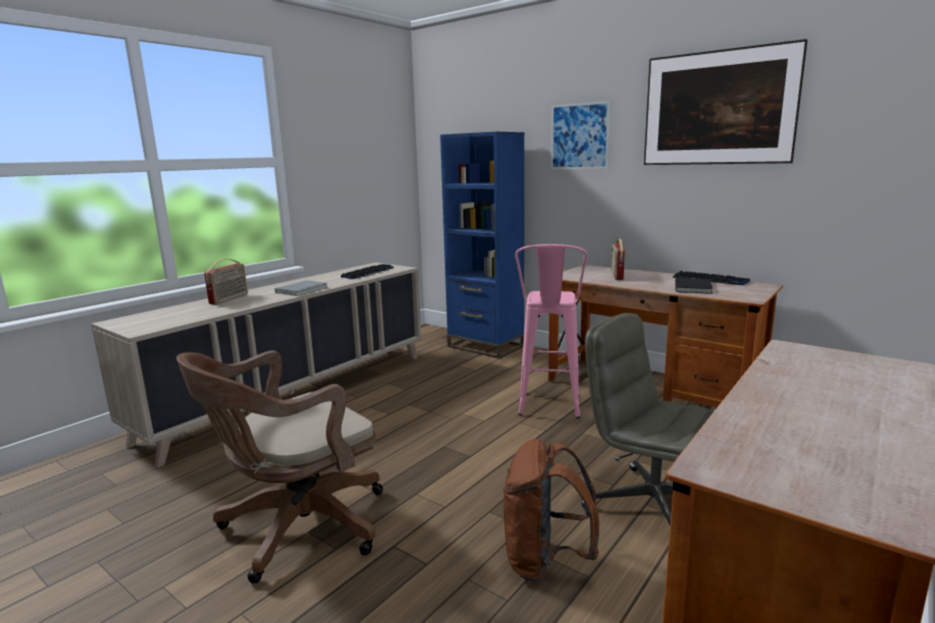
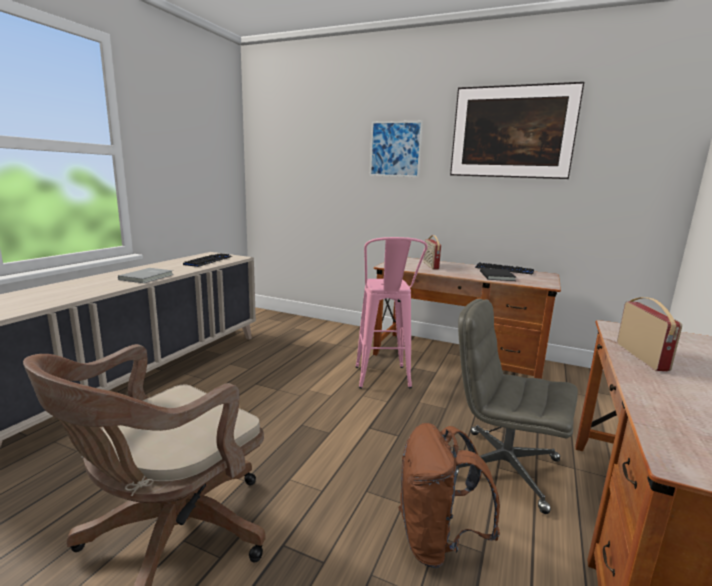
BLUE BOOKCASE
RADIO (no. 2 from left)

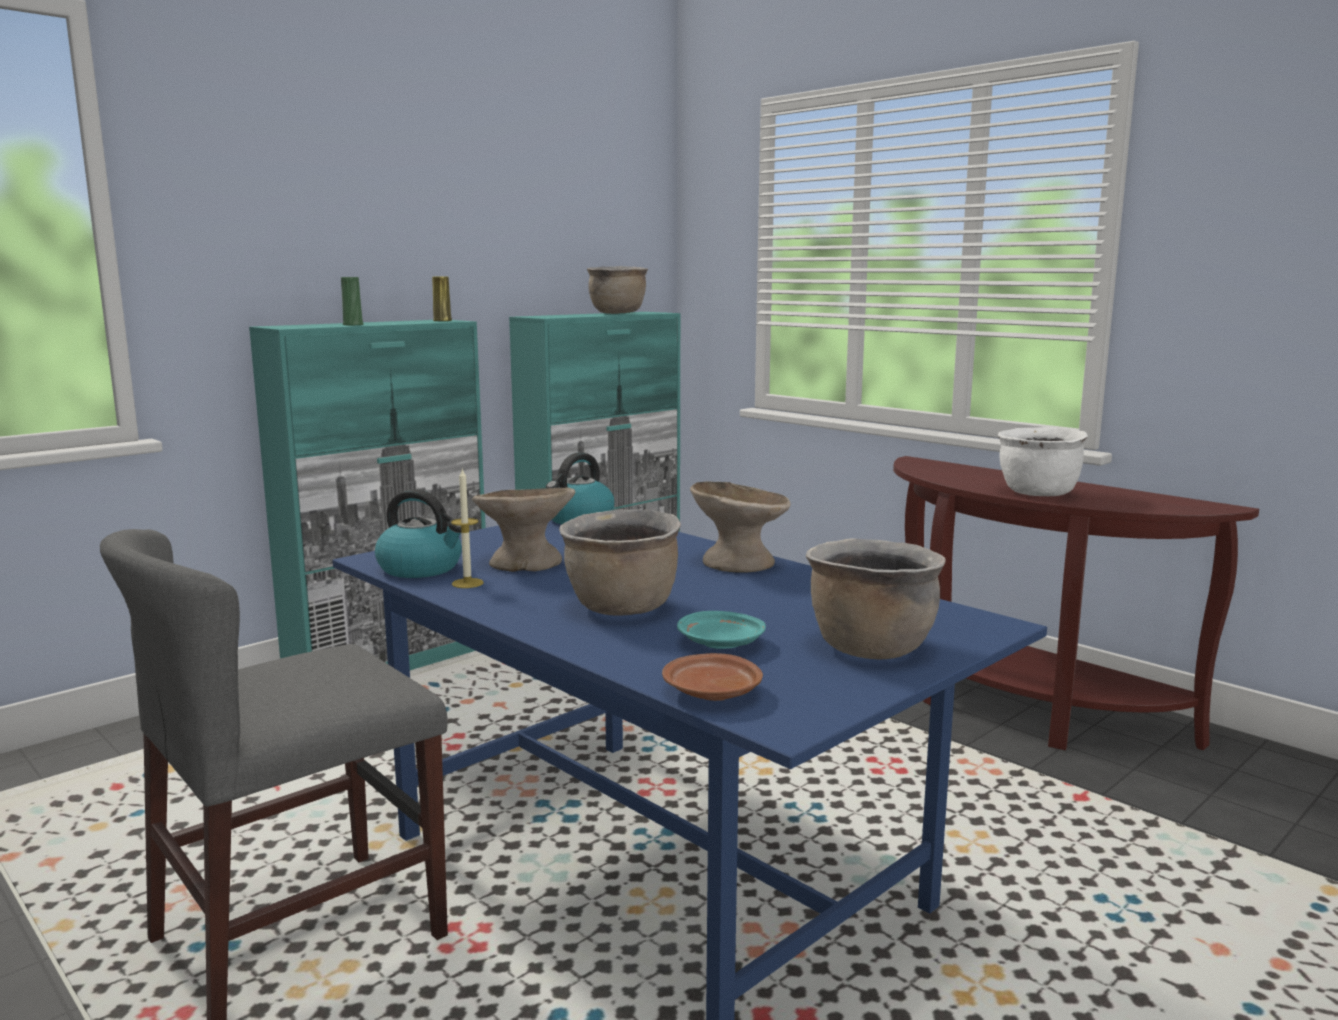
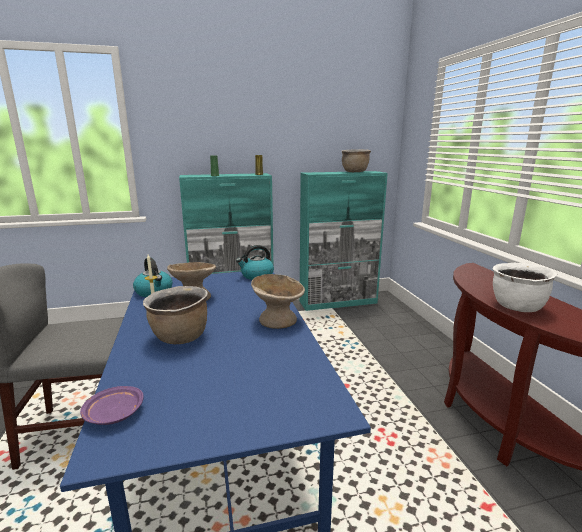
TURQUOISE PLATE
BROWN COOKING POT (no. 3 from left in the first image)
PURPLE PLATE

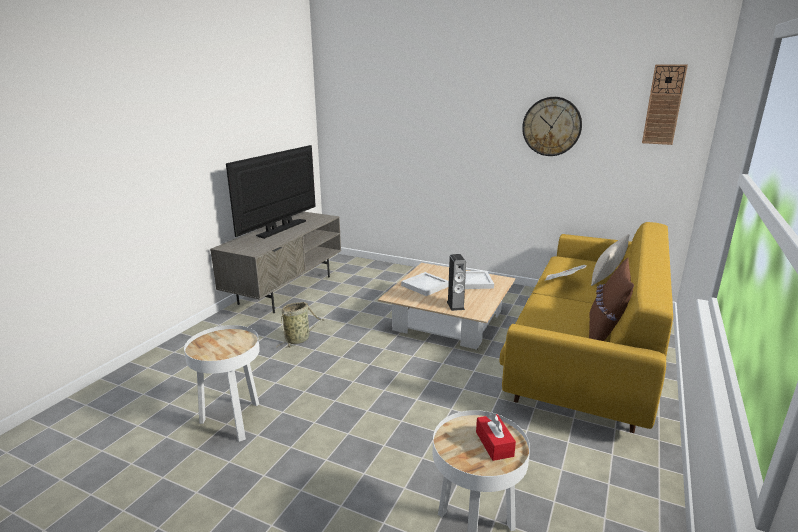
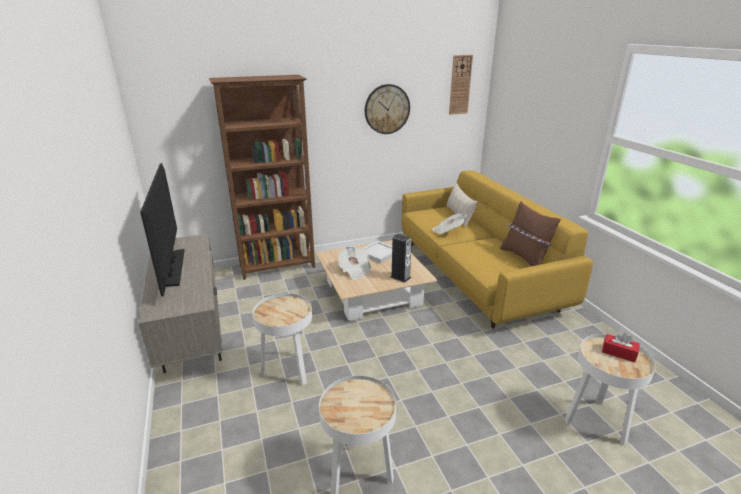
BROWN BOOKCASE
WHITE SIDE TABLE (no. 1 from left)
NEWSPAPER (no. 1 from left)

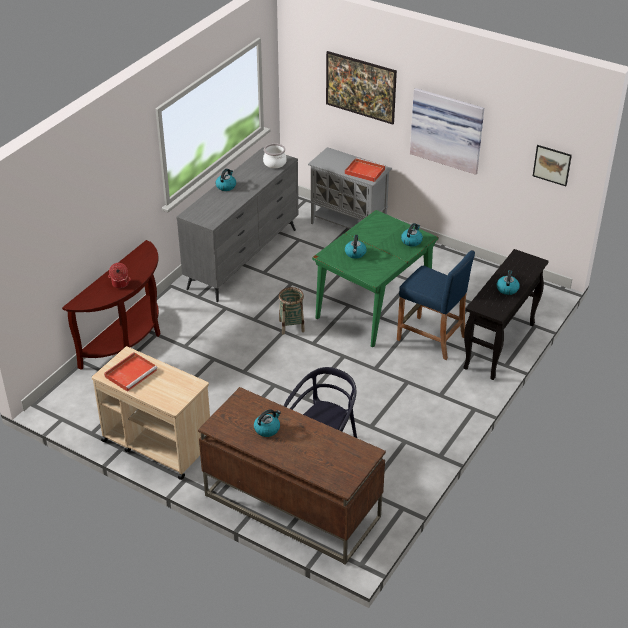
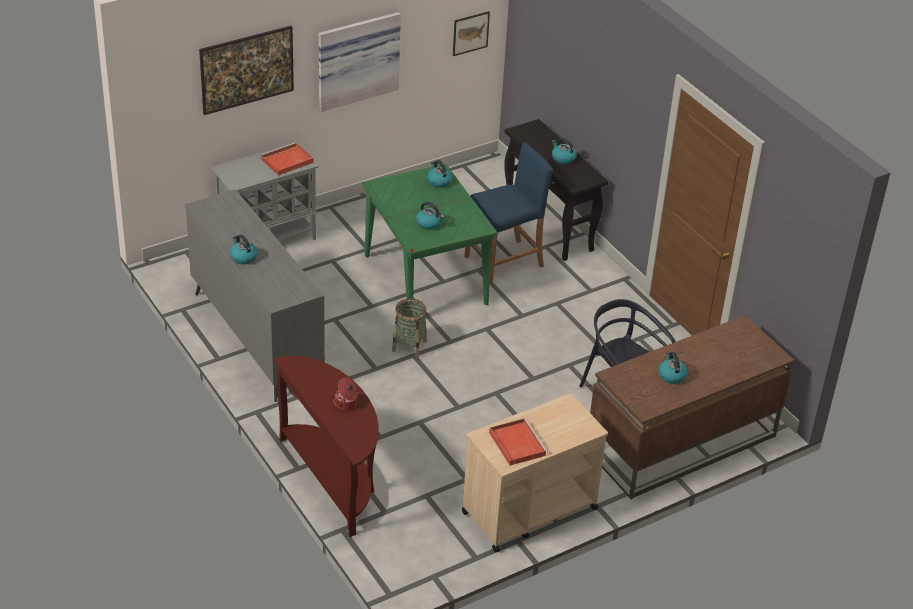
COOKING POT (no. 2 from left in the first image)

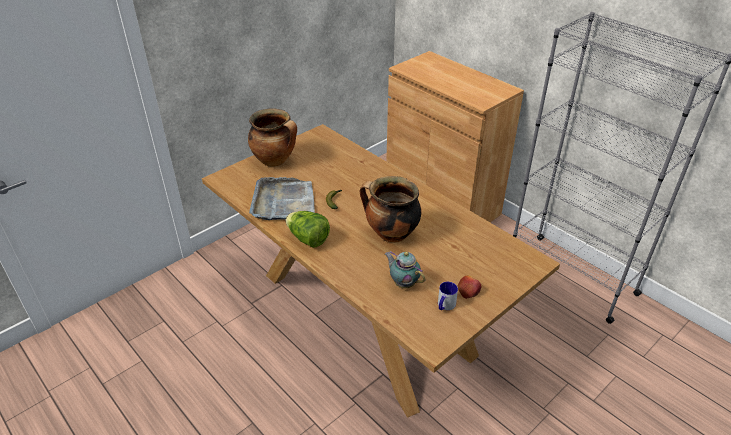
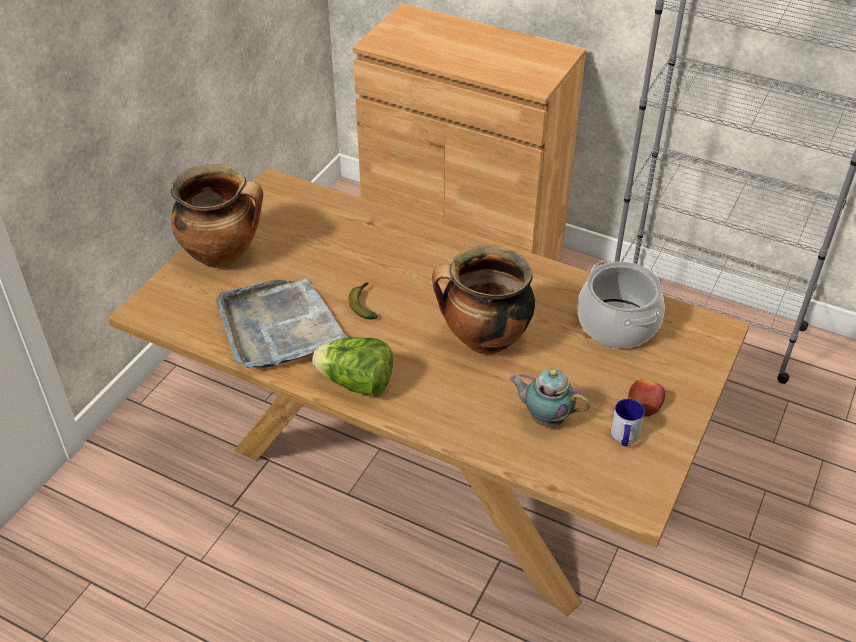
COOKING POT (no. 3 from left)

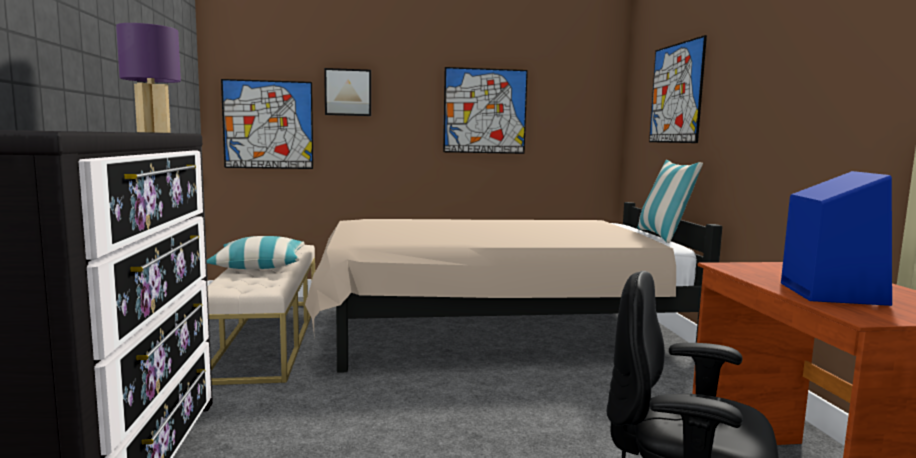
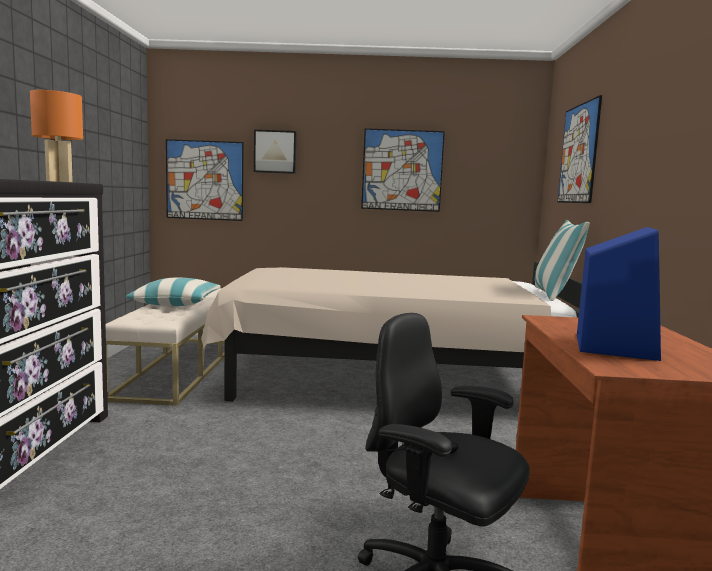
ORANGE TABLE LAMP

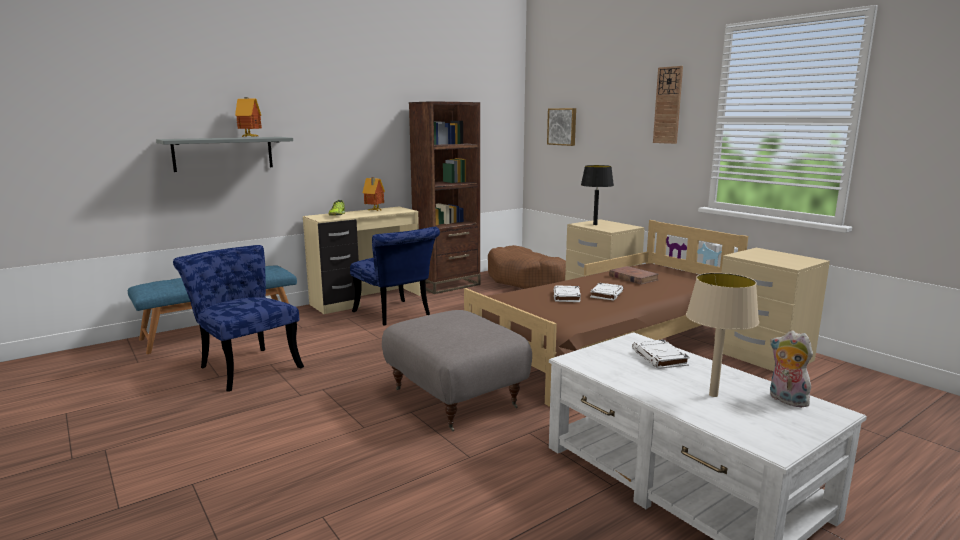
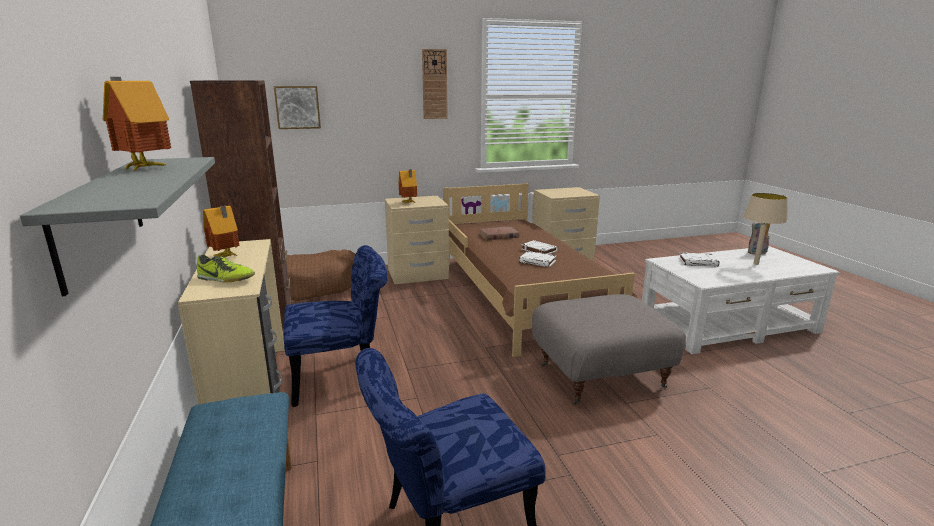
TOY HOUSE (no. 3 from left)

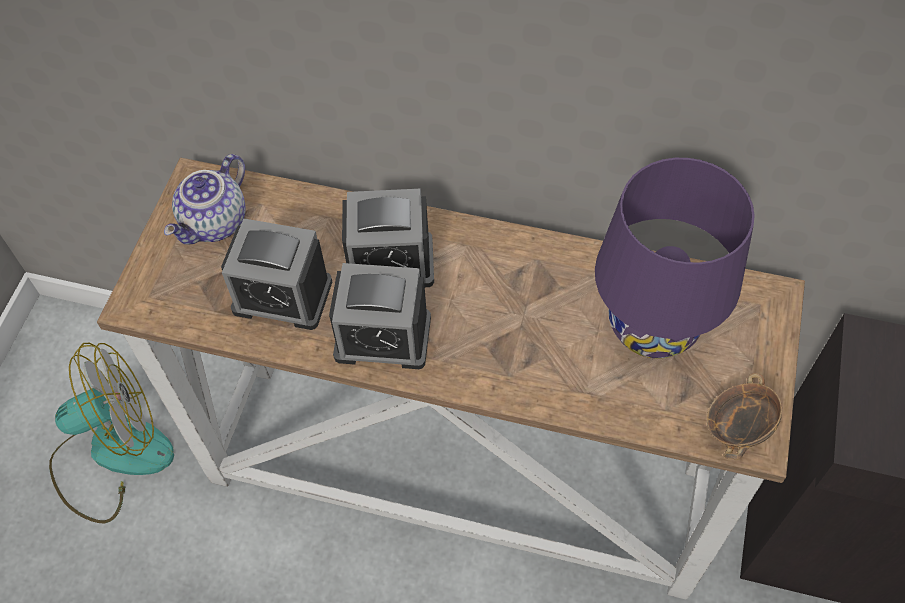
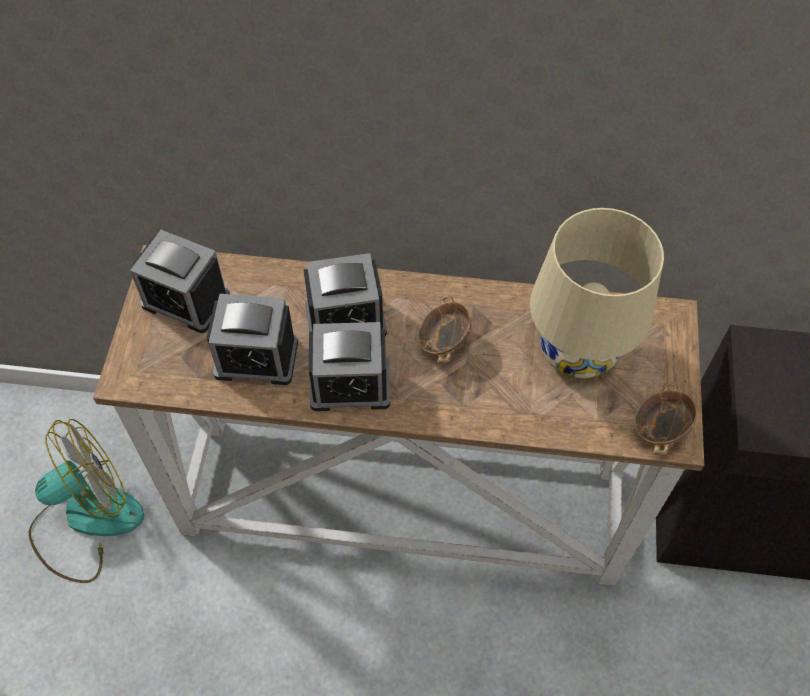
BOWL (no. 1 from left)
ALARM CLOCK (no. 1 from left)
BEIGE TABLE LAMP

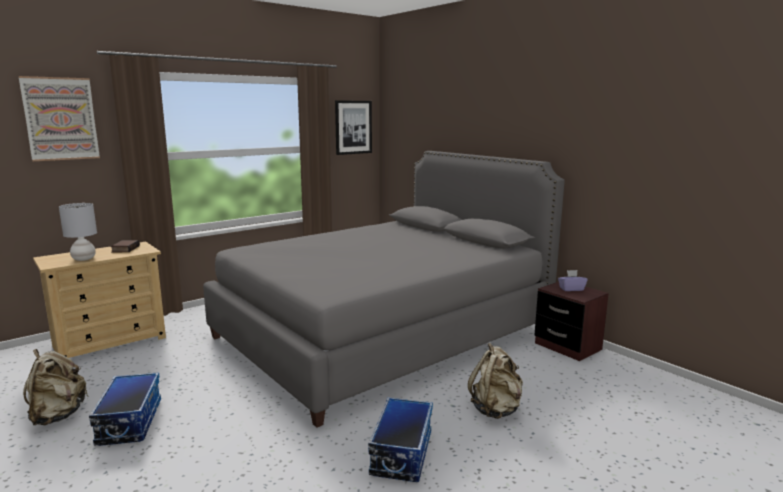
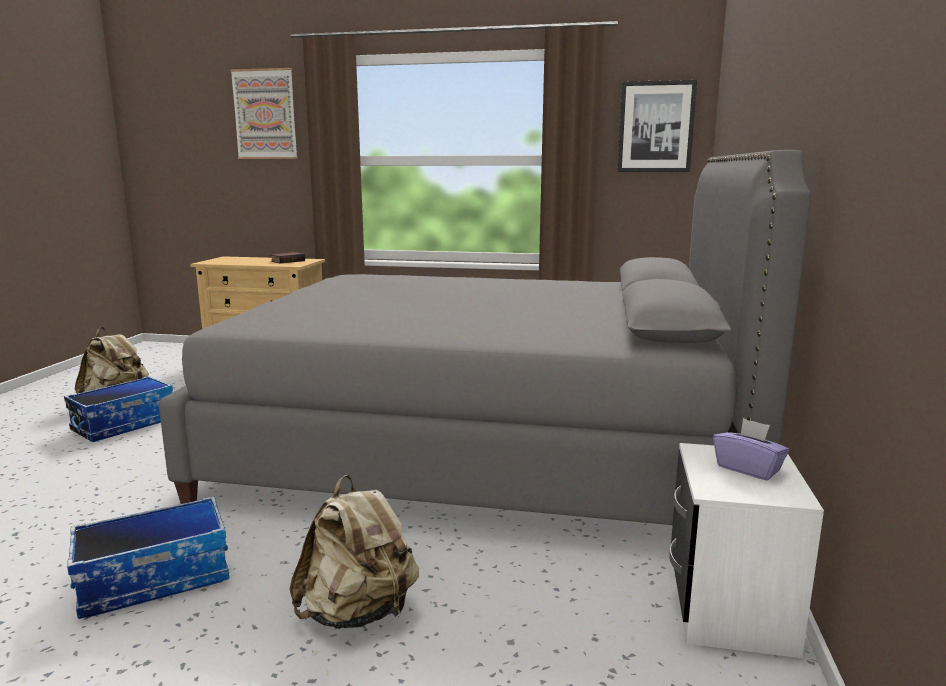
GREY TABLE LAMP
WHITE NIGHTSTAND

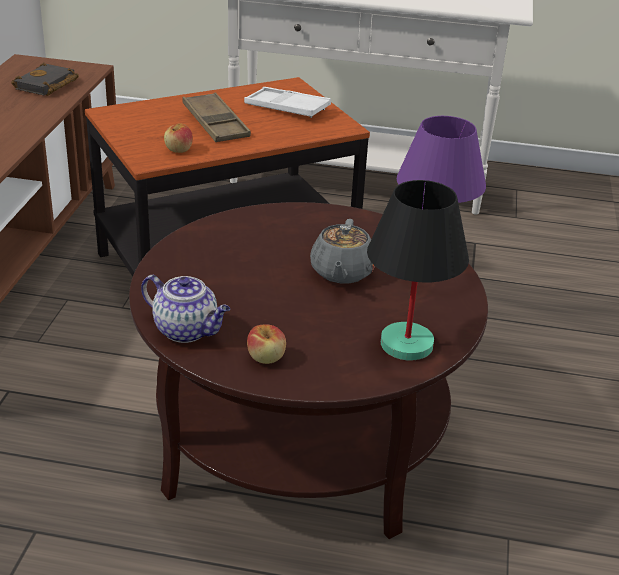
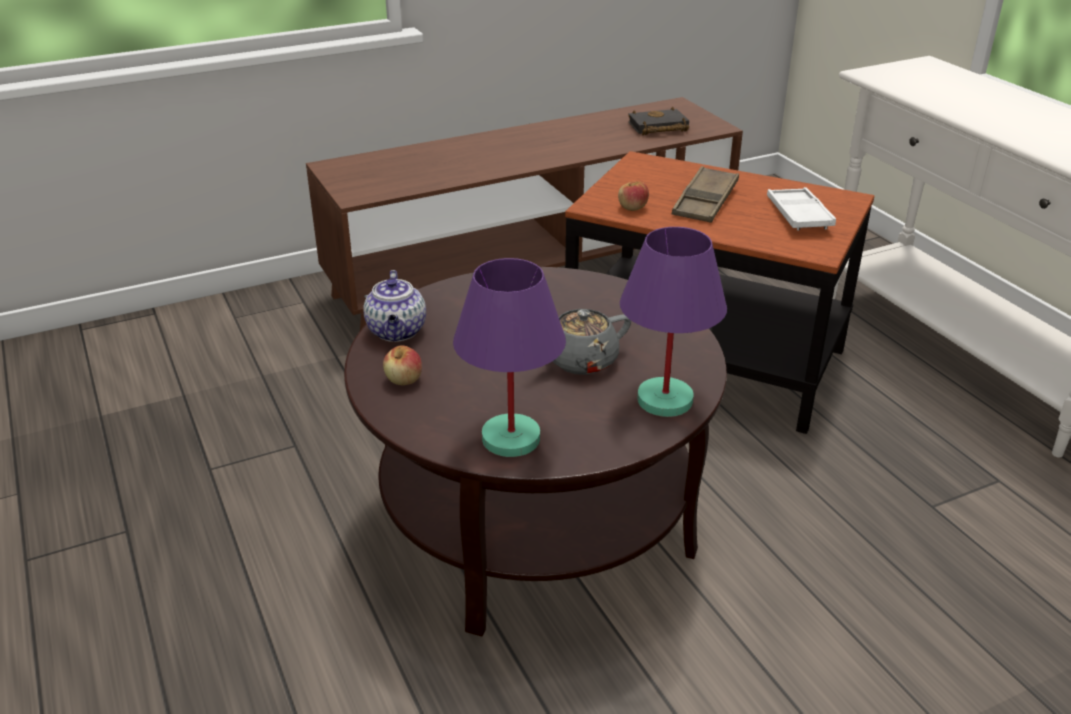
PURPLE TABLE LAMP (no. 1 from left)

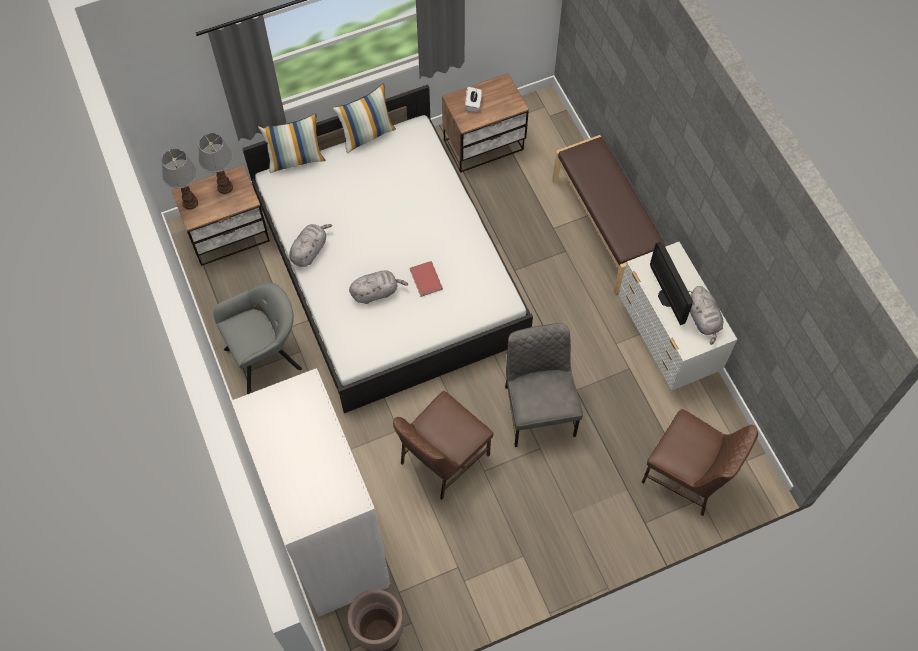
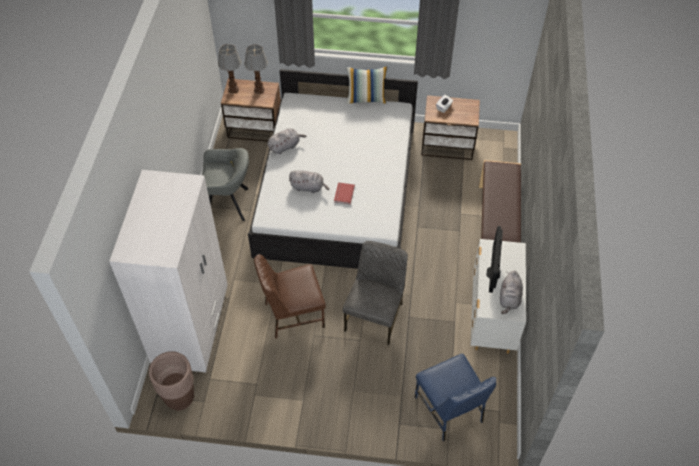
PILLOW (no. 1 from left in the first image)
BLUE CHAIR

